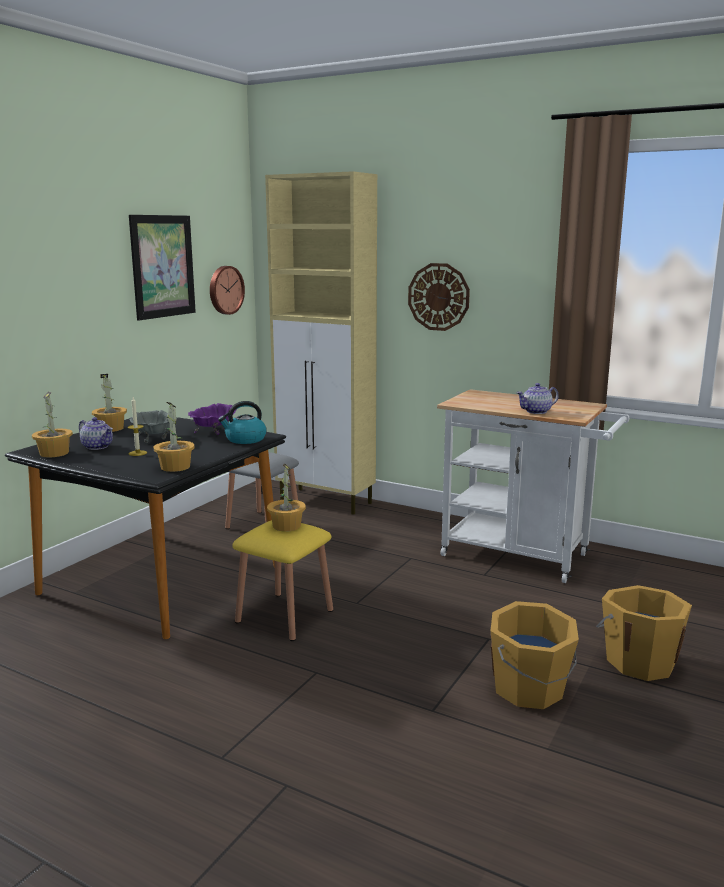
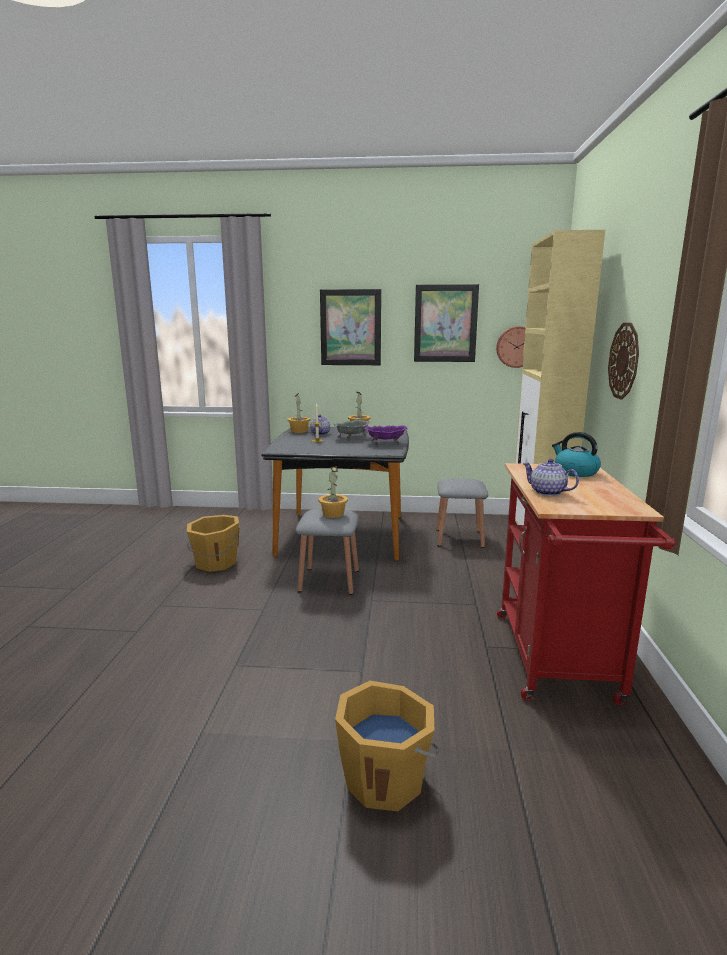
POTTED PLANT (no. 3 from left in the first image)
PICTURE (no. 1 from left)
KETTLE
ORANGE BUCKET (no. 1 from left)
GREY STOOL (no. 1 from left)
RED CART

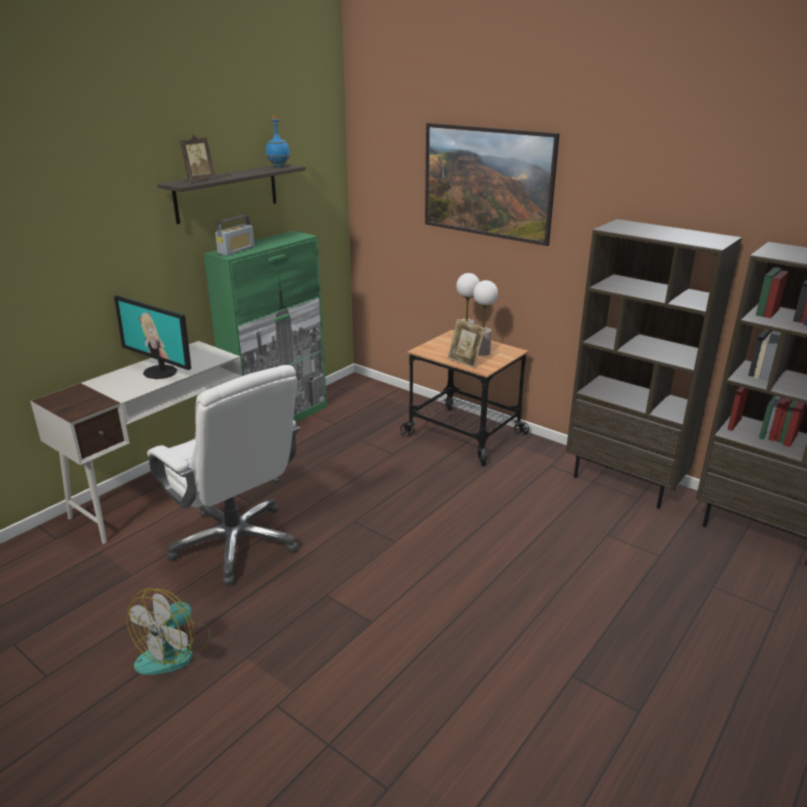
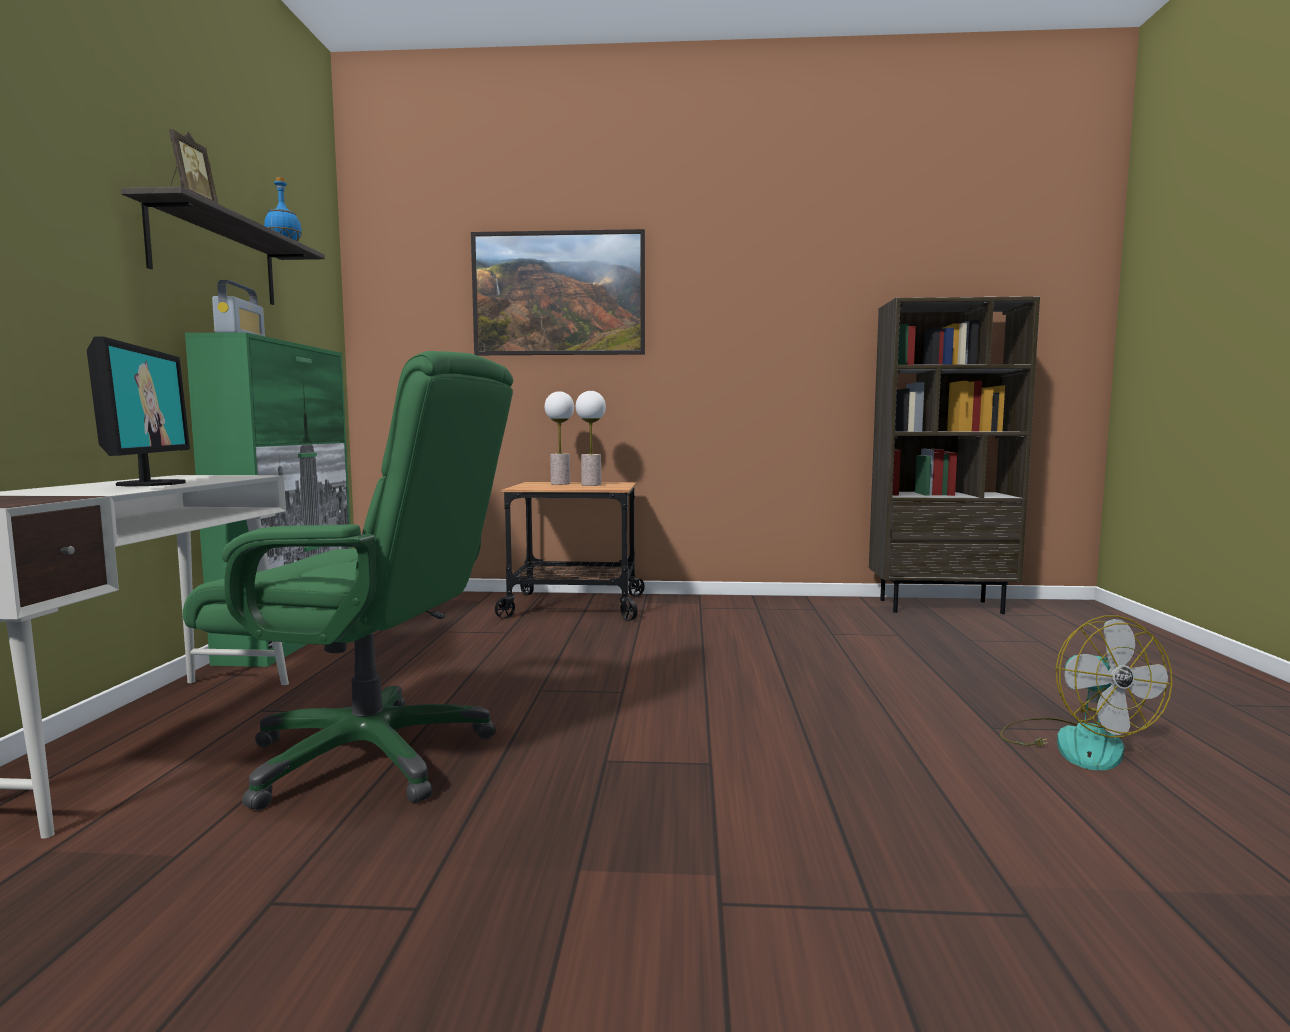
PICTURE FRAME (no. 2 from left in the first image)
BROWN BOOKCASE (no. 1 from left in the first image)
FAN
GREEN OFFICE CHAIR
MONITOR

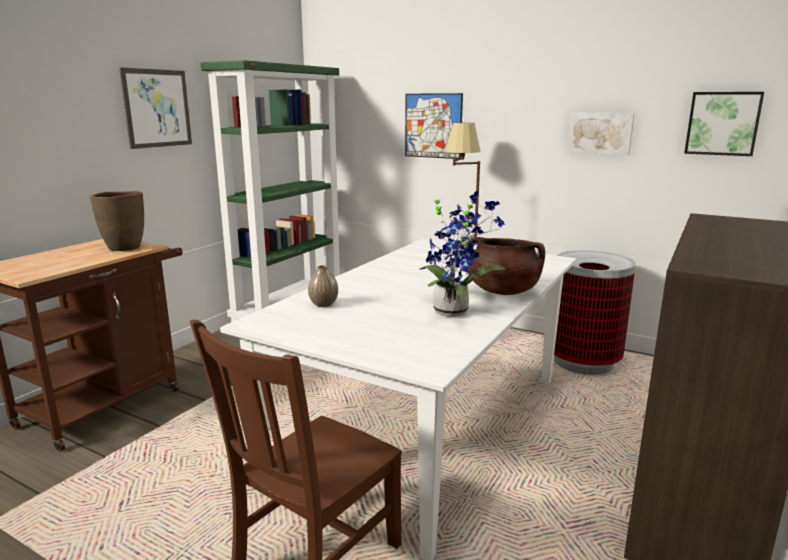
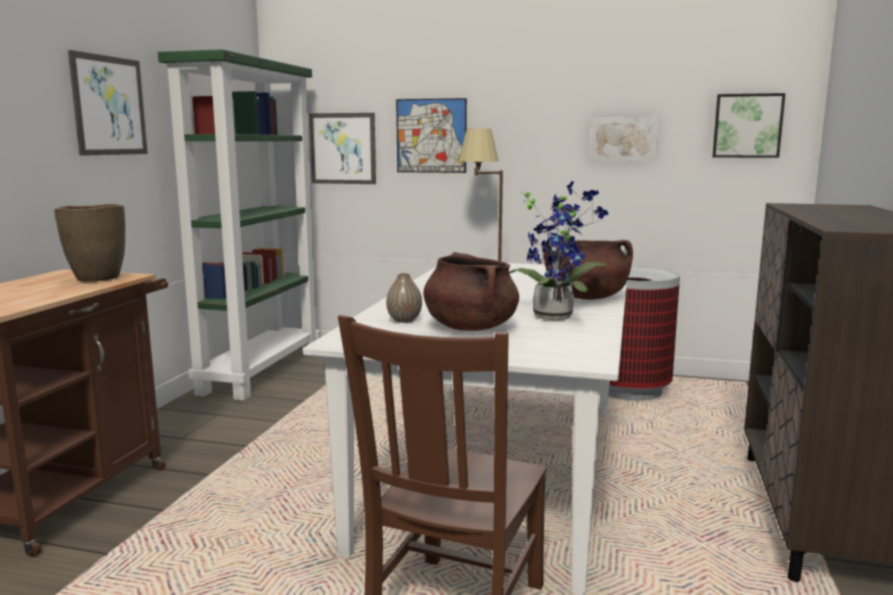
PICTURE (no. 2 from left)
BROWN COOKING POT (no. 1 from left)

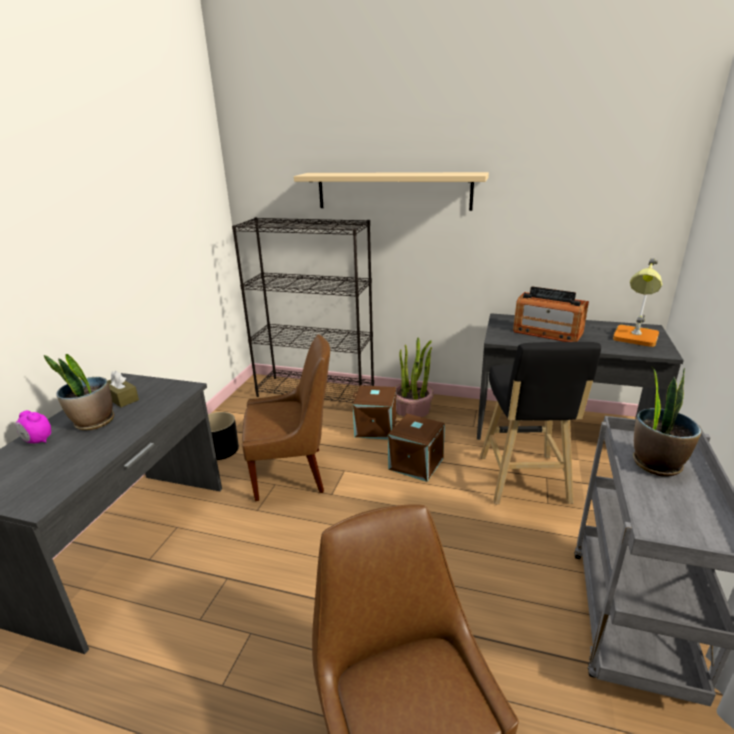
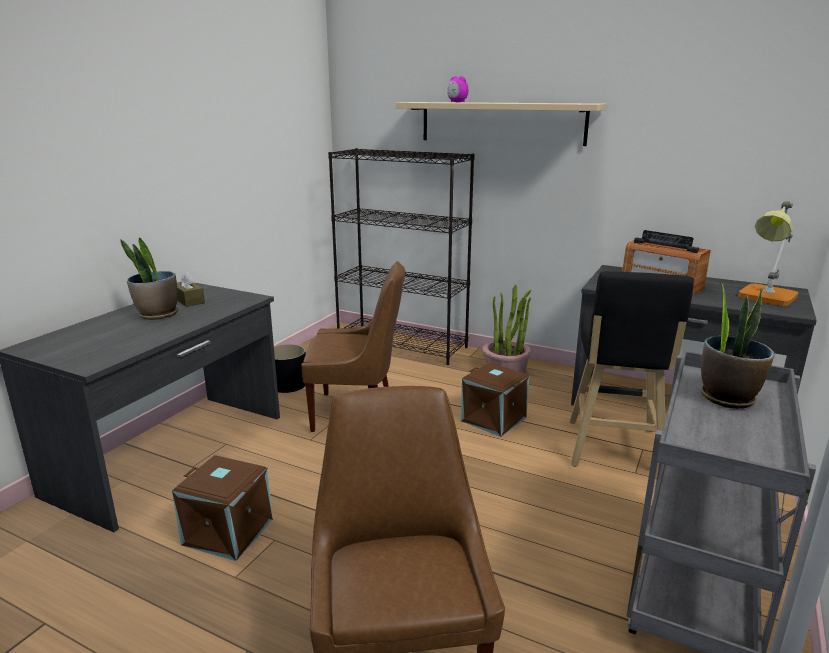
ALARM CLOCK
BROWN STORAGE BOX (no. 1 from left)

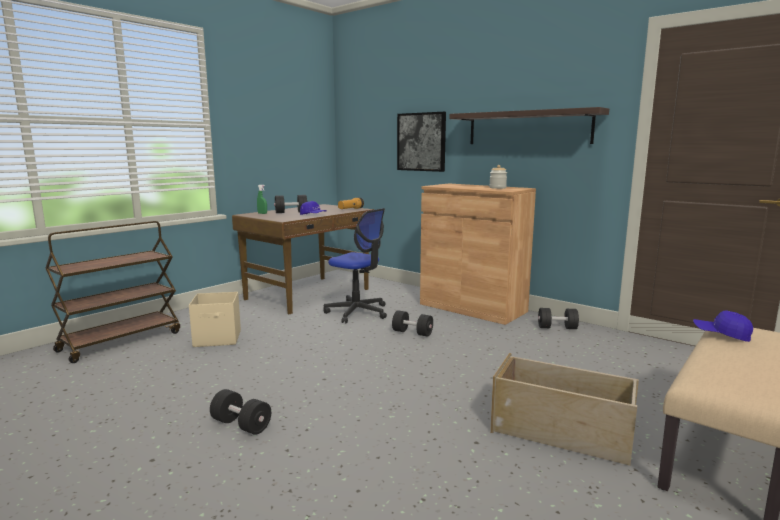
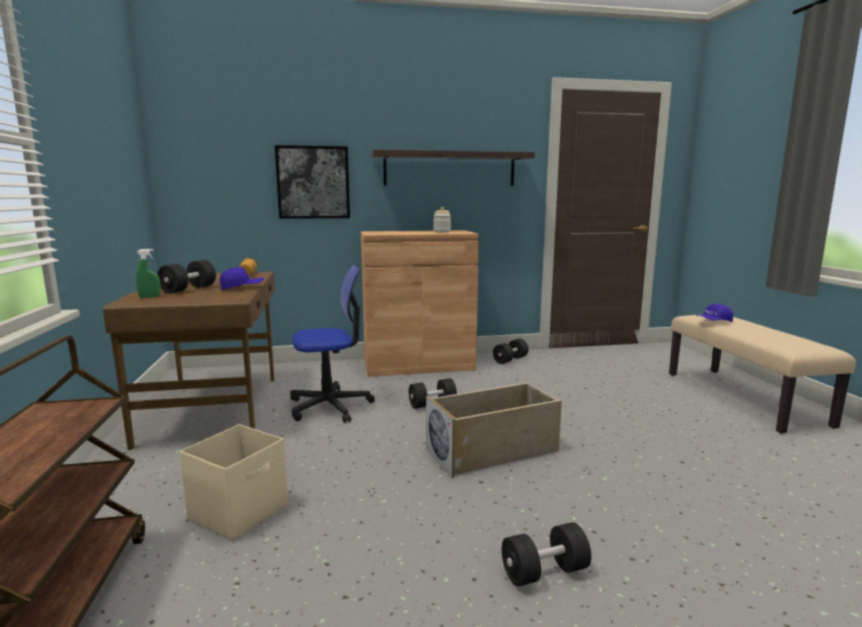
BEIGE STORAGE BOX (no. 2 from left)

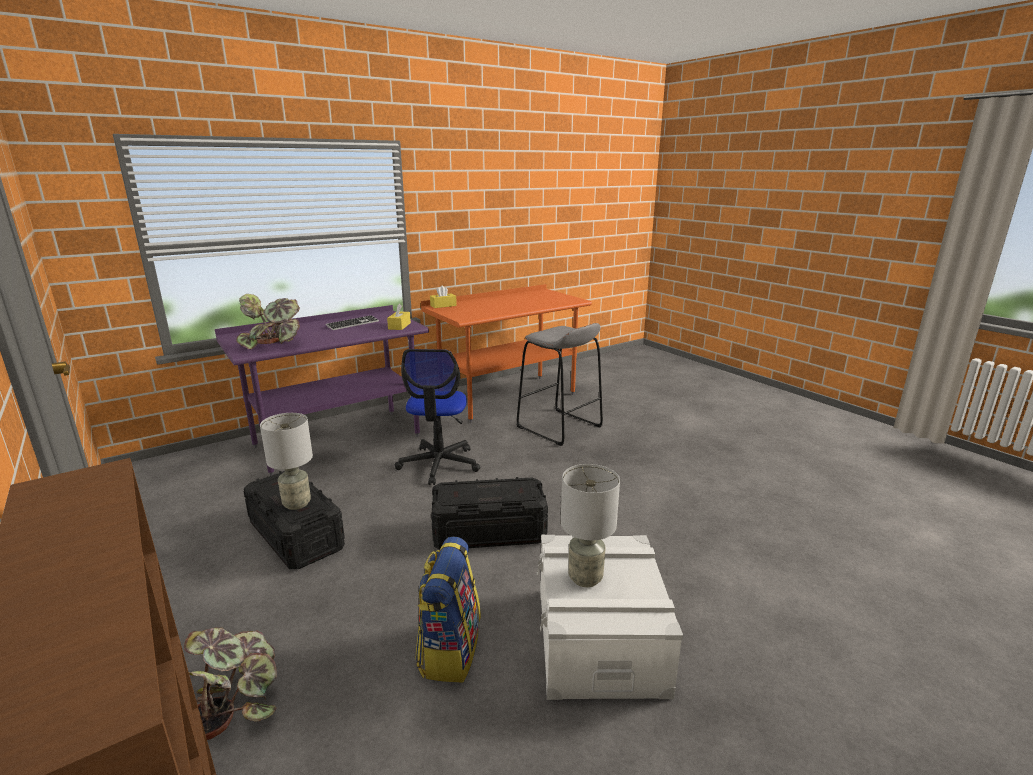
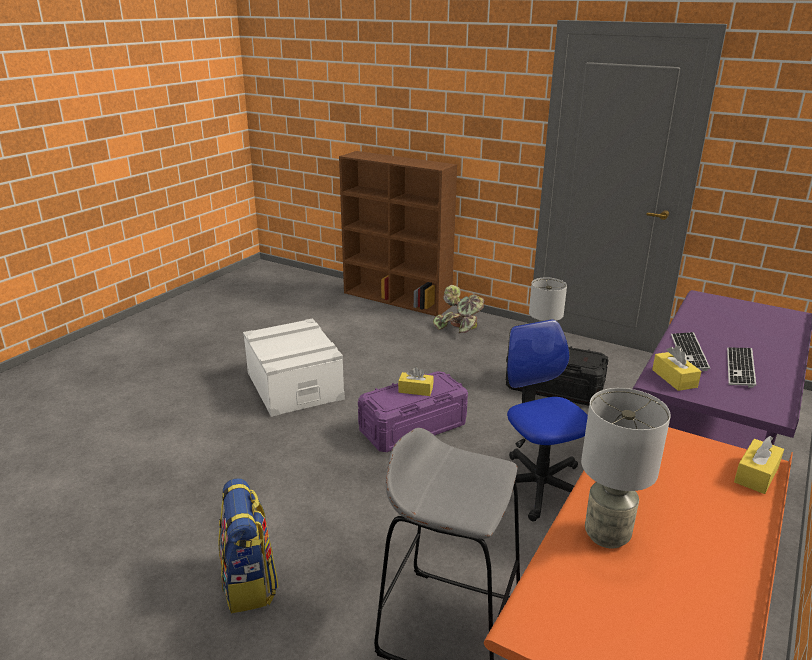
POTTED PLANT (no. 2 from left in the first image)
YELLOW TISSUE BOX (no. 1 from left)
KEYBOARD (no. 1 from left)
BACKPACK
GREY TABLE LAMP (no. 2 from left)
PURPLE STORAGE BOX

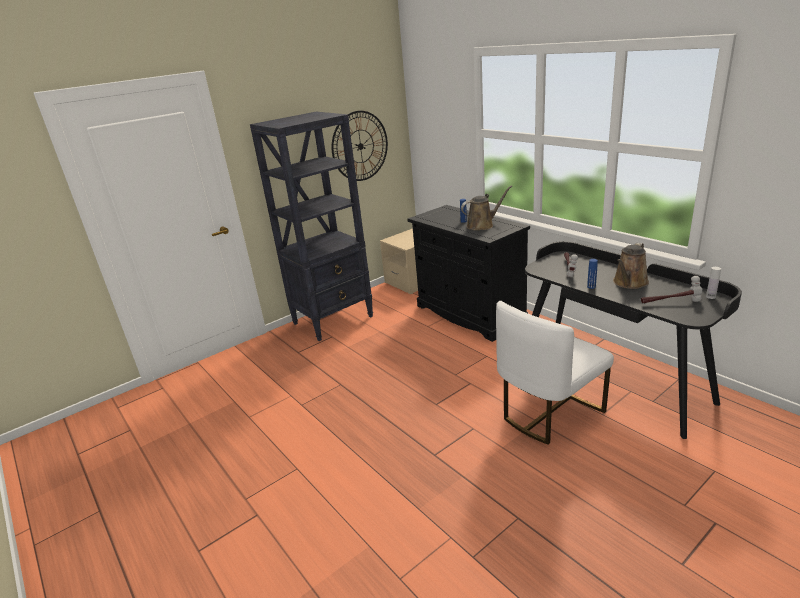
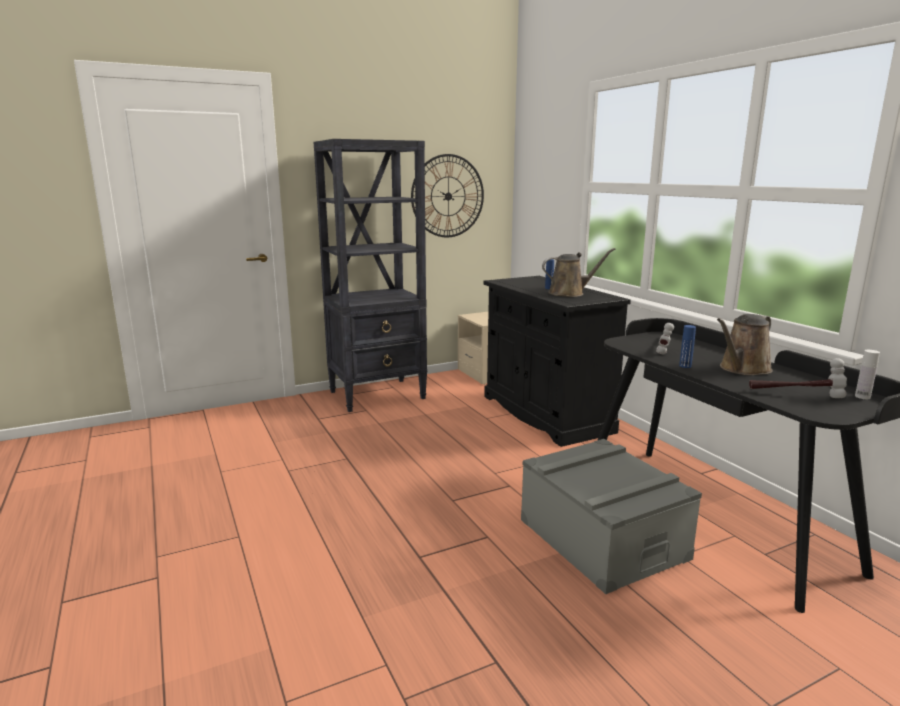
GREY STORAGE BOX

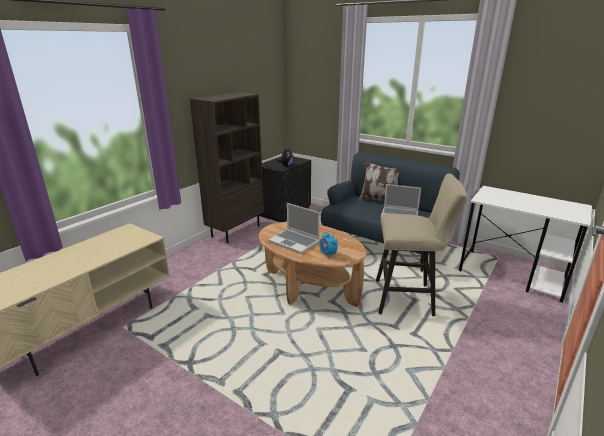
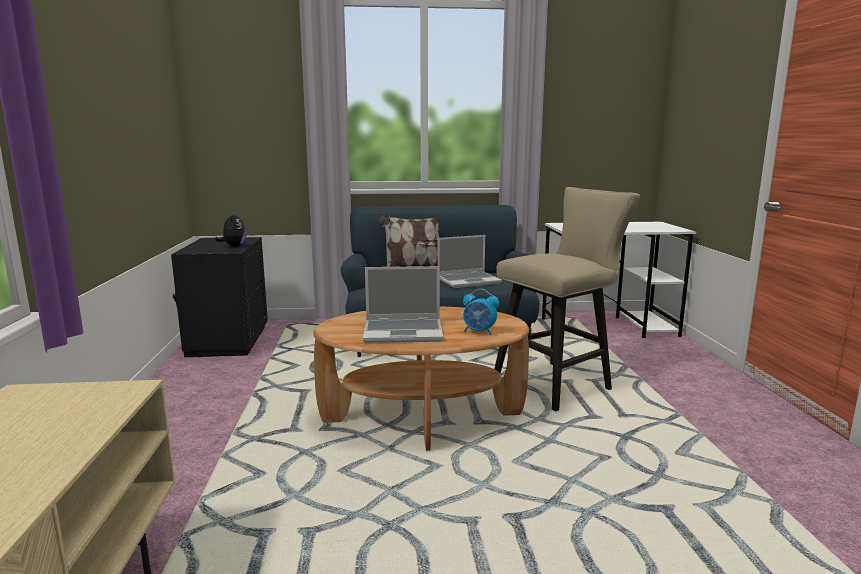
BROWN BOOKCASE

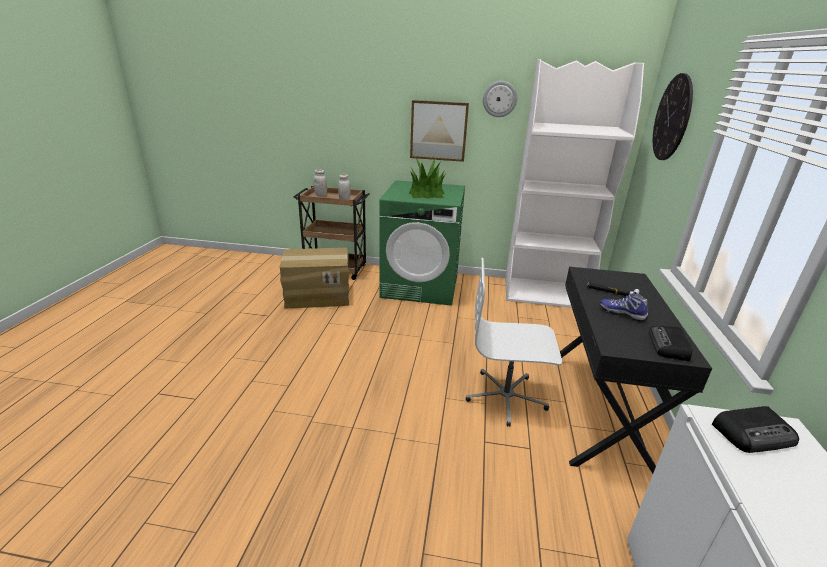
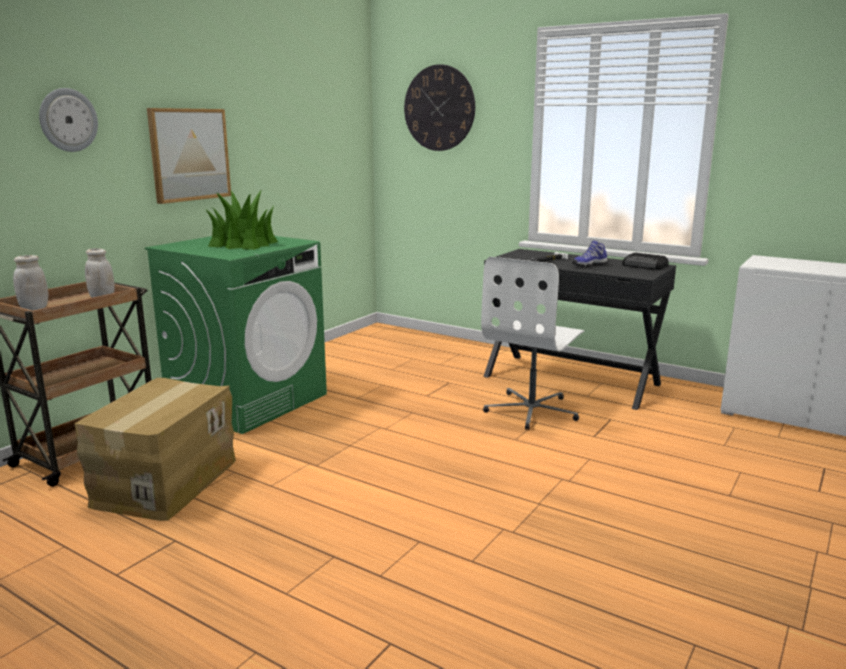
WHITE BOOKCASE
RADIO (no. 2 from left in the first image)
WALL CLOCK (no. 1 from left)

